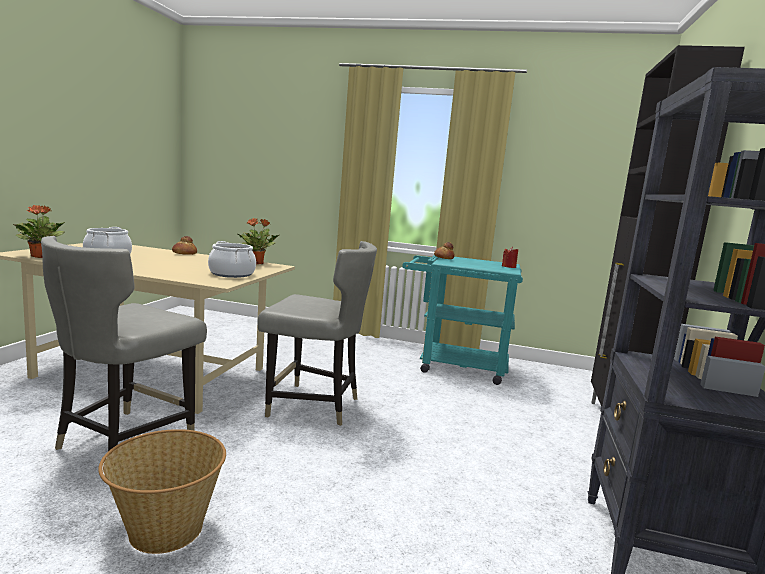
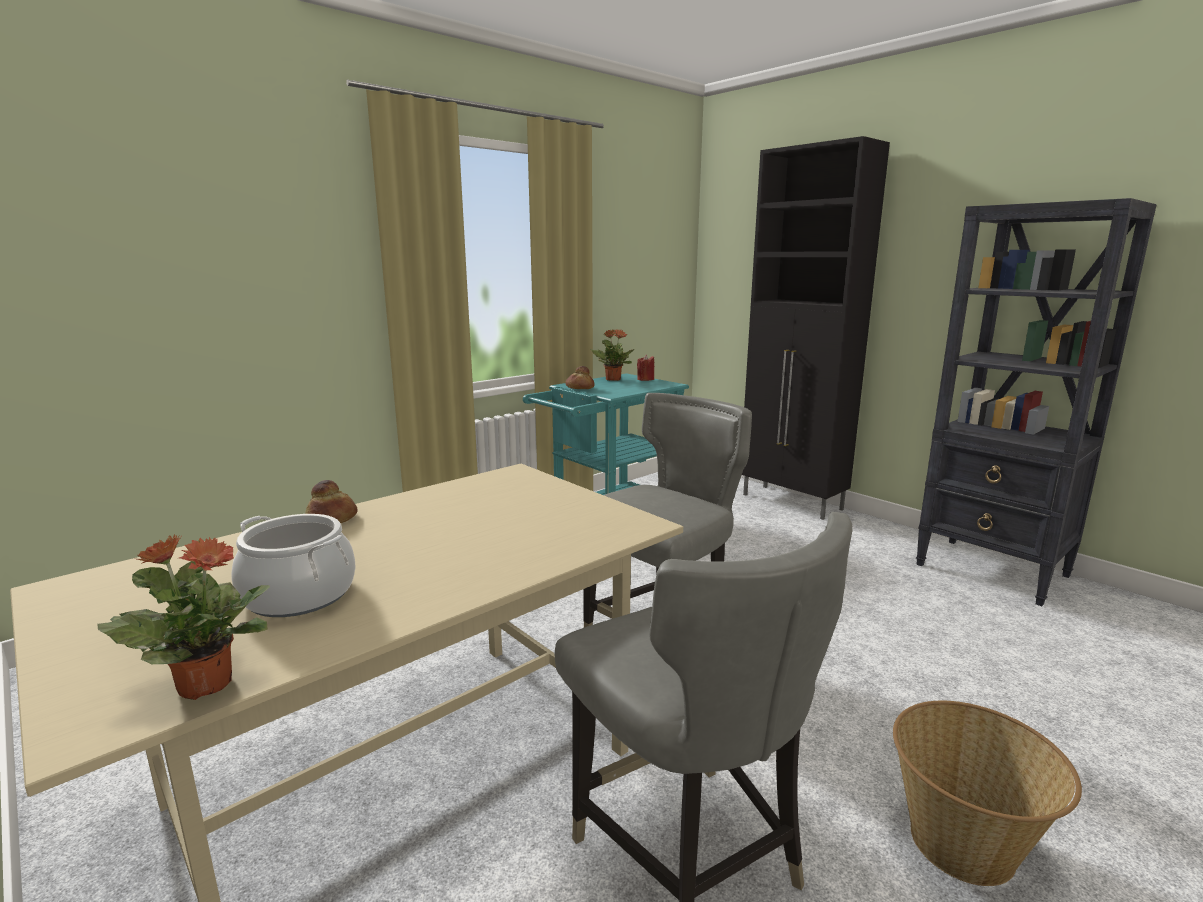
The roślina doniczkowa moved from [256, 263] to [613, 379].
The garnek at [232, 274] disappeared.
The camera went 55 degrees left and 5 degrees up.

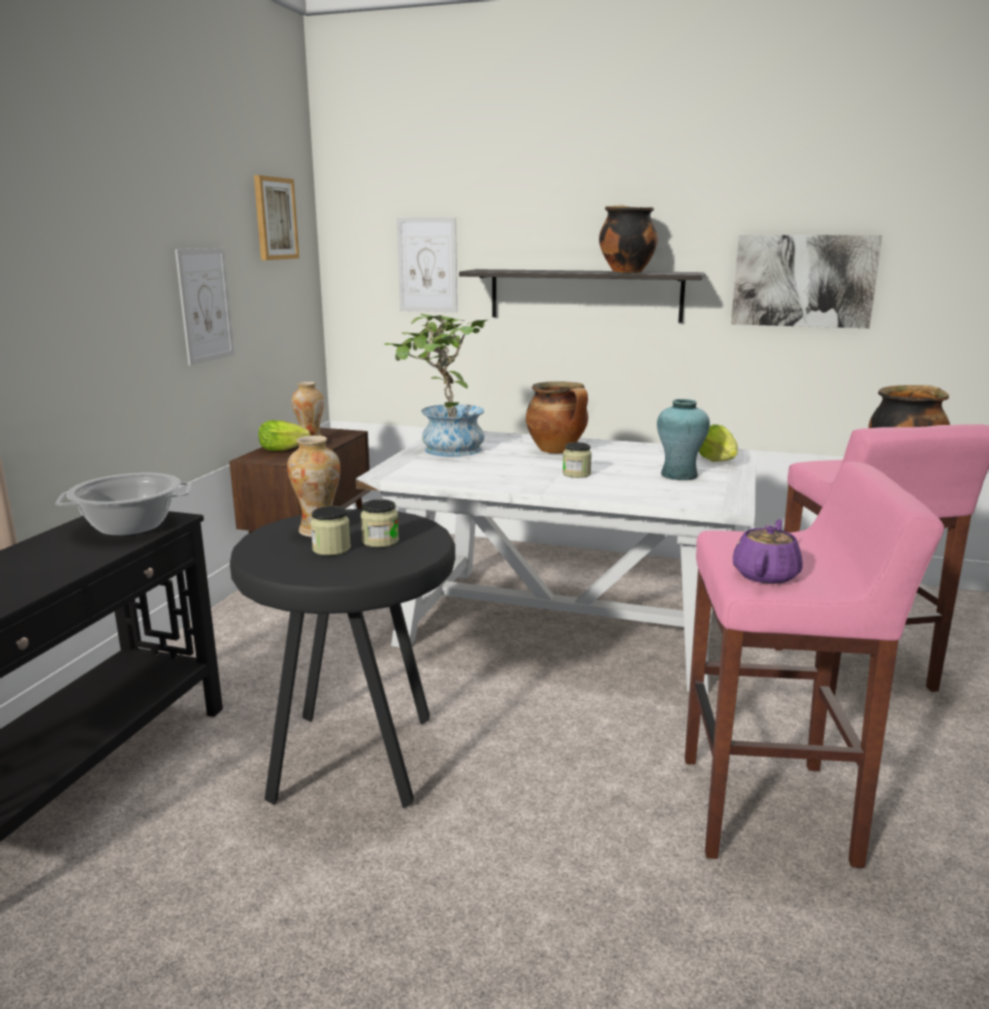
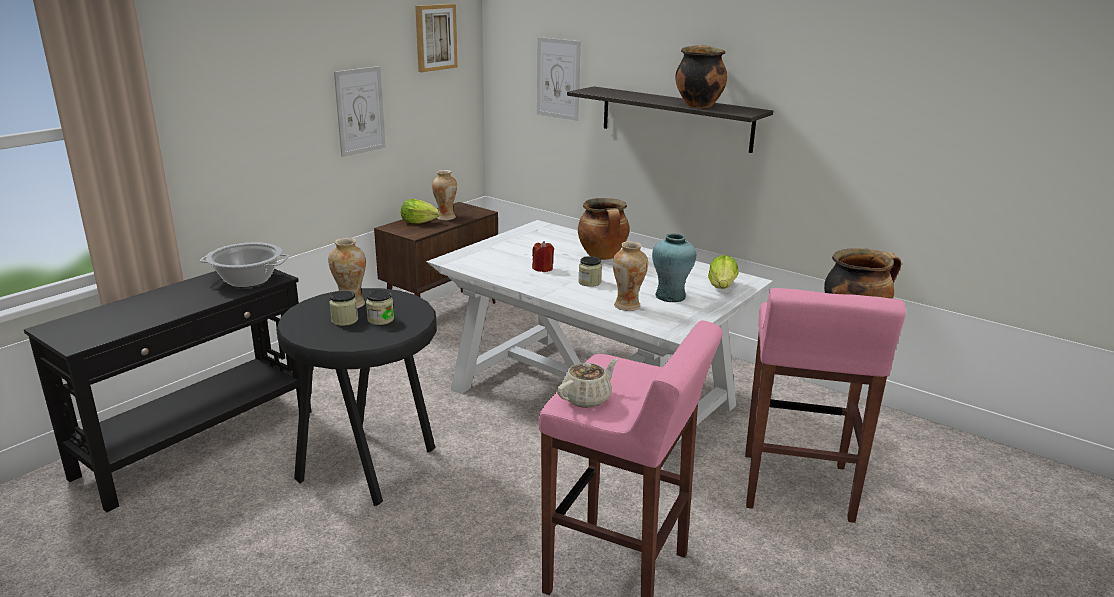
The świeca [czerwony] at [543, 268] appeared.
The imbryk [fioletowy] at [766, 574] became the imbryk [beżowy] at [587, 398].
The wazon at [627, 306] appeared.
The roślina doniczkowa at [444, 450] disappeared.
The obraz at [803, 281] disappeared.
The camera went 20 degrees right and 5 degrees up.

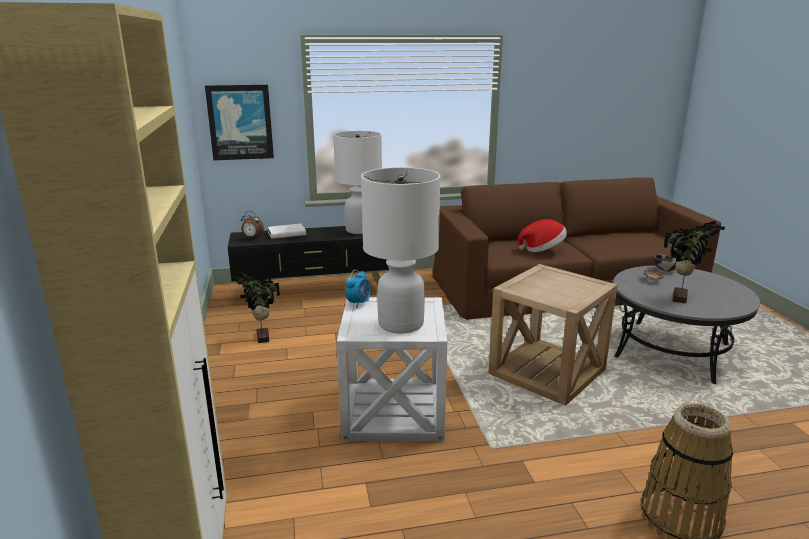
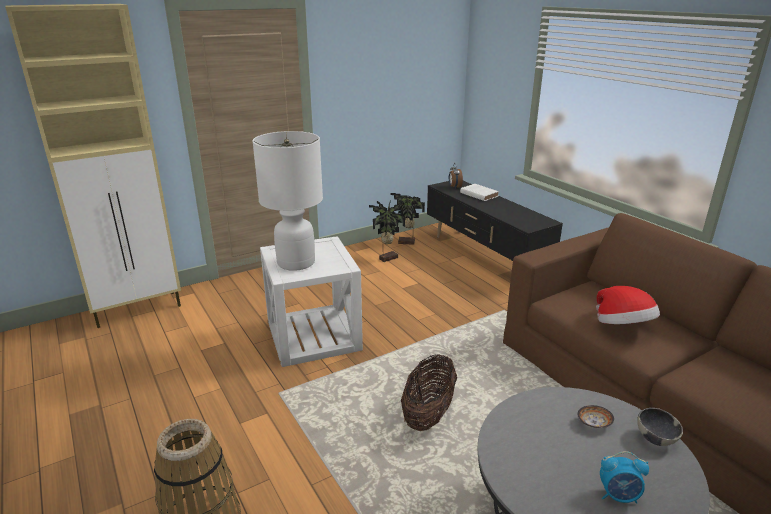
The roślina doniczkowa moved from [681, 298] to [407, 243].
The stolik [beżowy] at [547, 372] was replaced by the koszyk at [428, 413].
The budzik moved from [359, 303] to [618, 496].
The obraz at [240, 122] disappeared.
The lampa stołowa [biały] at [360, 230] disappeared.
The camera went 70 degrees right and 5 degrees up.

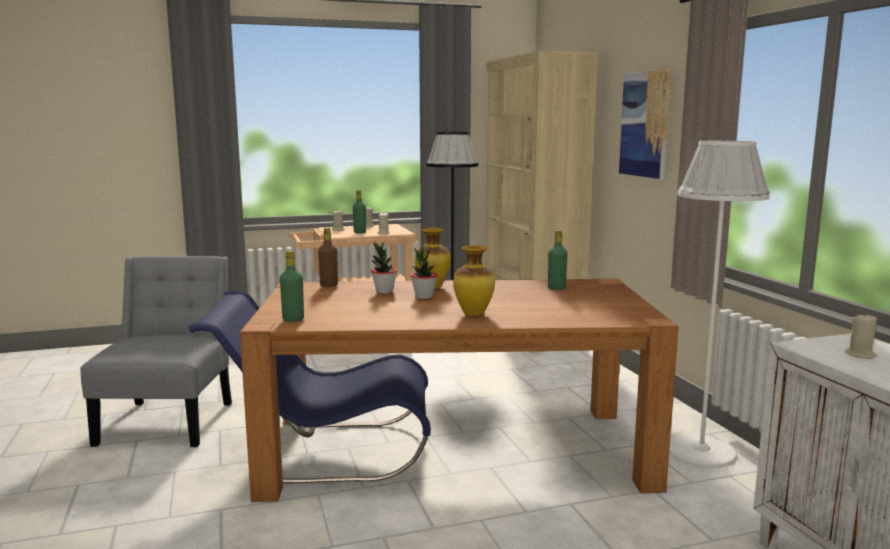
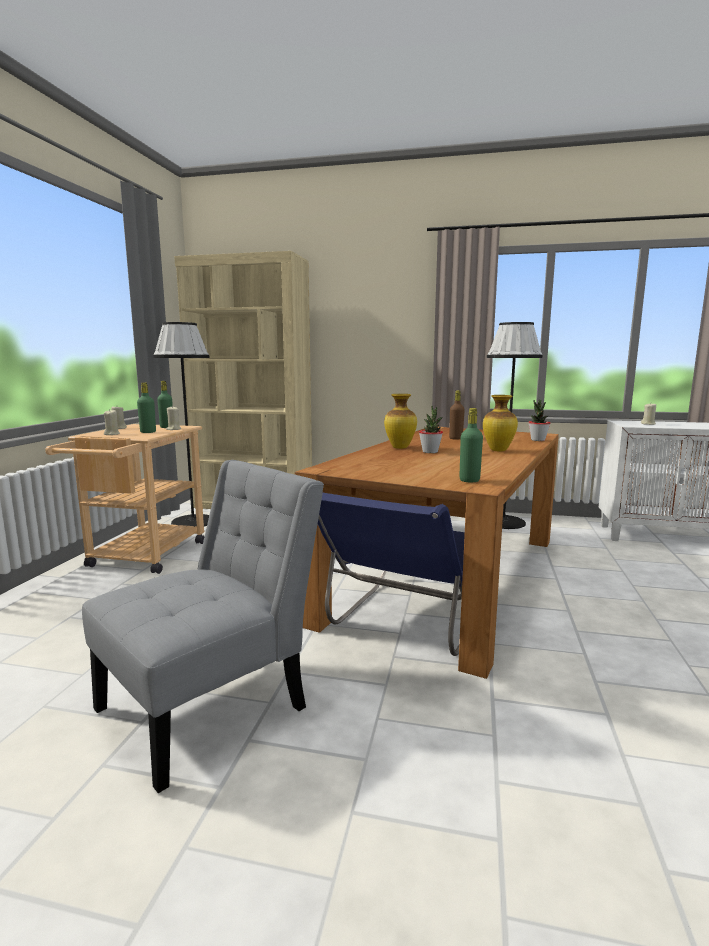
The krzesło [szary] at [170, 420] turned 105 degrees clockwise.
The butelka [zielony] moved from [556, 288] to [167, 427].
The butelka [brązowy] moved from [329, 285] to [455, 438].
The lampa stojąca [biały] at [701, 451] became the lampa stojąca [czarny] at [503, 522].
The roślina doniczkowa moved from [384, 292] to [537, 440].
The obraz at [645, 124] disappeared.
The camera went 60 degrees left and 0 degrees up.

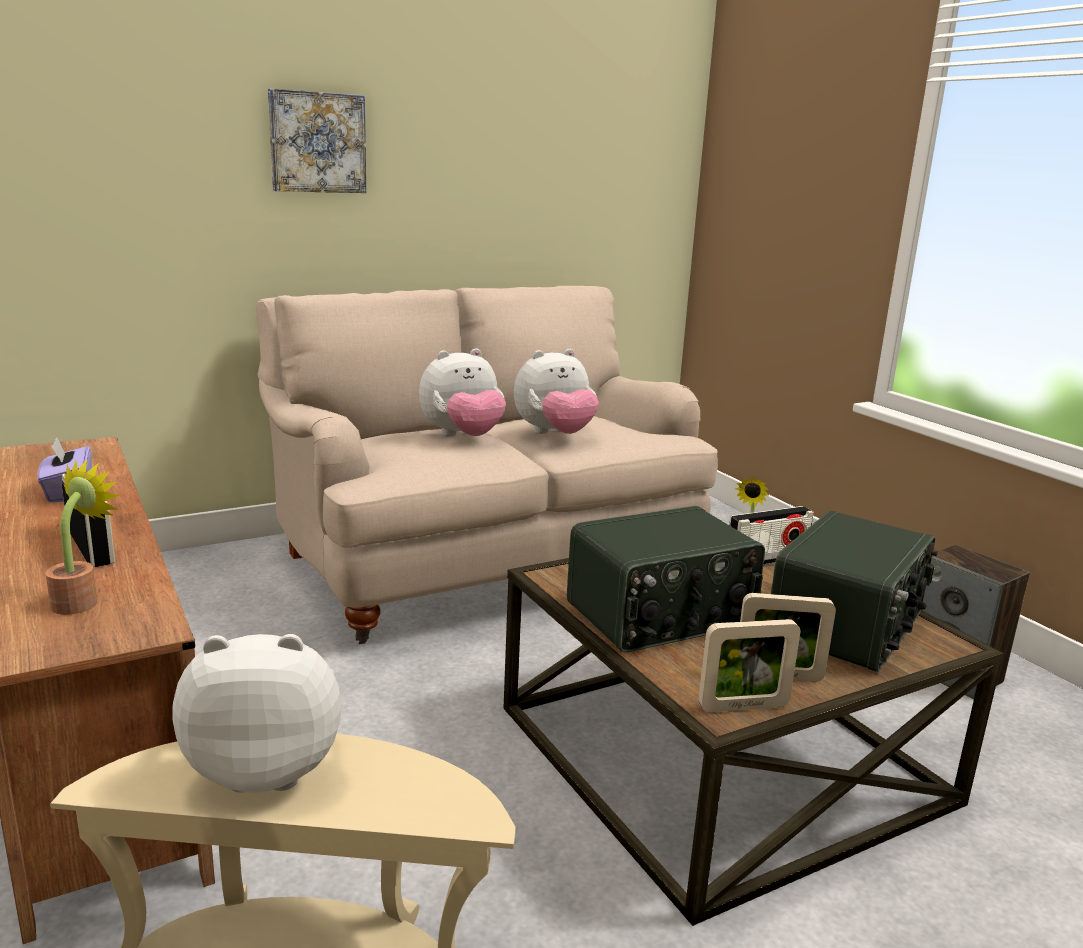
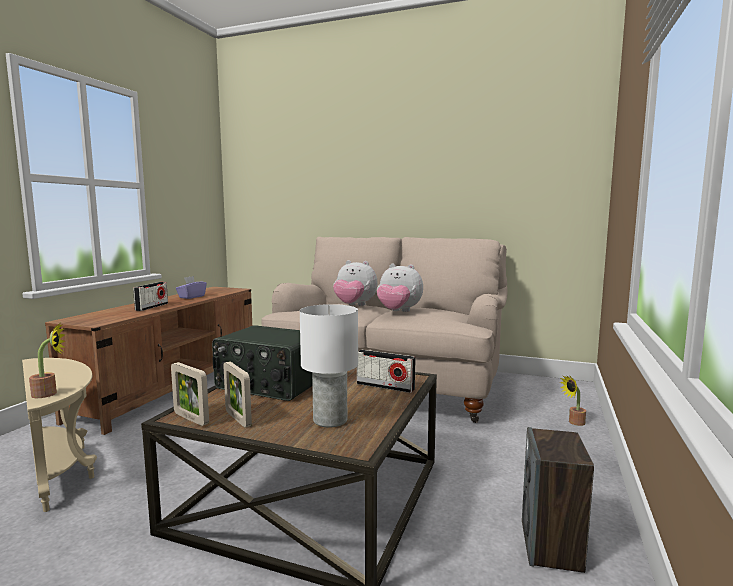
The roślina doniczkowa moved from [81, 600] to [49, 393].
The radio at [848, 626] was replaced by the lampa stołowa [biały] at [331, 420].
The pluszak at [267, 768] disappeared.
The obraz at [317, 142] disappeared.
The camera went 50 degrees right and 10 degrees down.

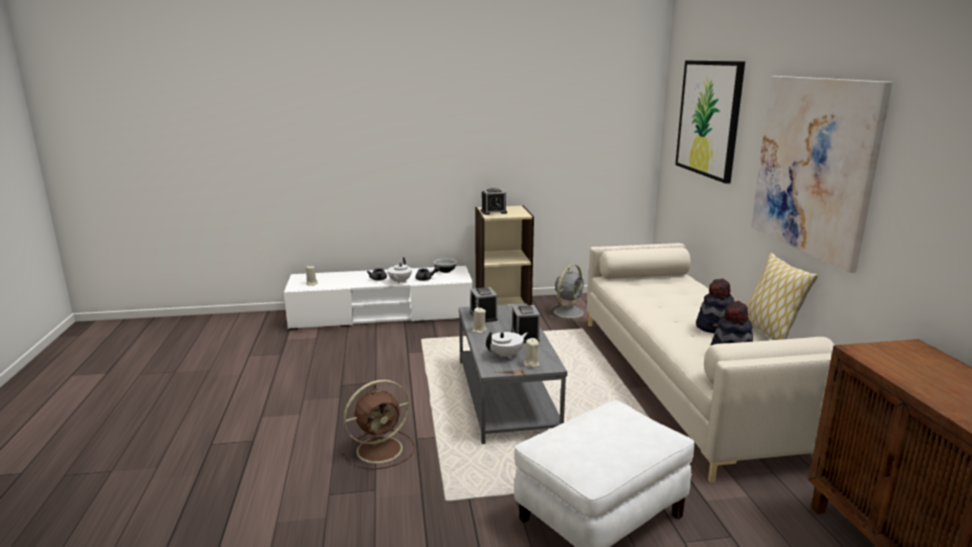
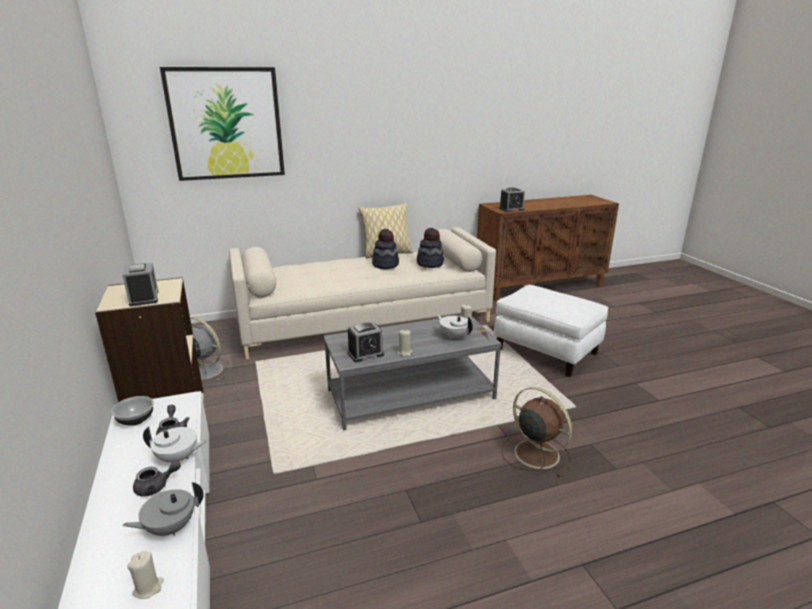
The imbryk [szary] at [170, 528] appeared.
The budzik moved from [525, 336] to [511, 209].
The obraz at [813, 166] disappeared.
The camera went 100 degrees left and 5 degrees up.

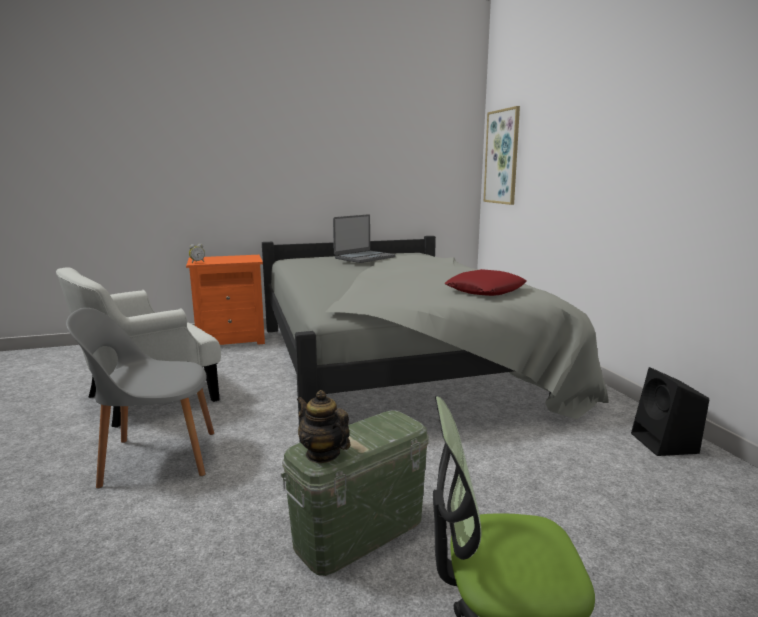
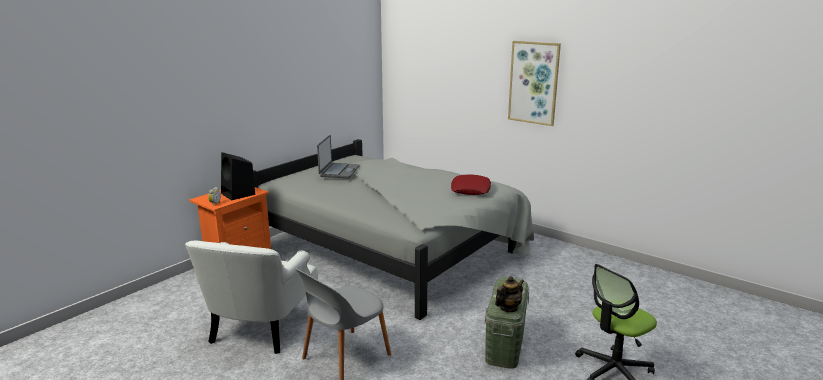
The głośnik [czarny] moved from [665, 444] to [239, 194].
The imbryk at [323, 454] turned 135 degrees clockwise.
The obraz moved from [502, 157] to [533, 83].
The camera went 35 degrees left and 5 degrees up.

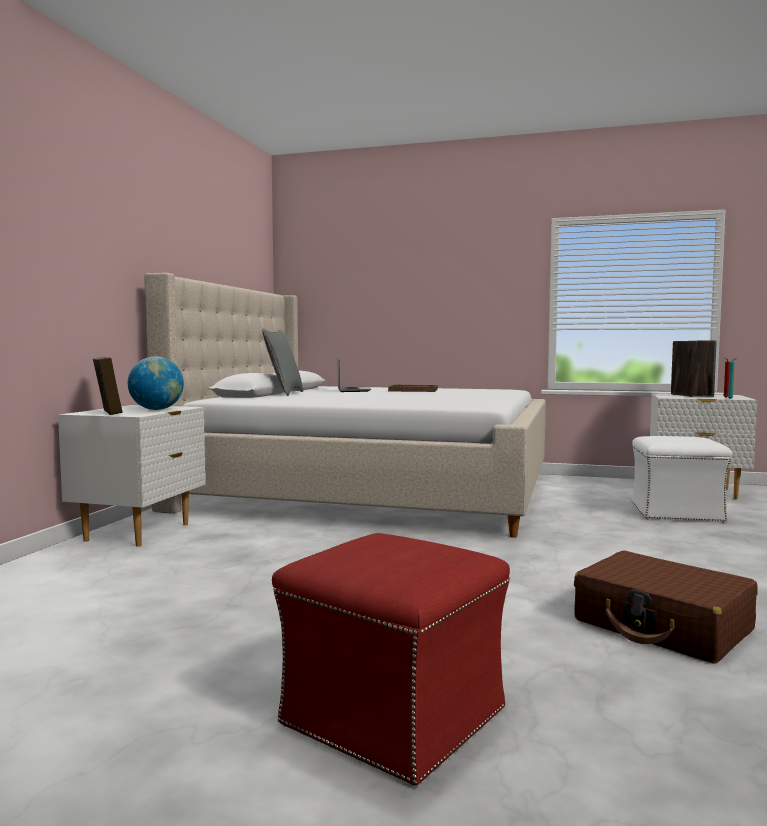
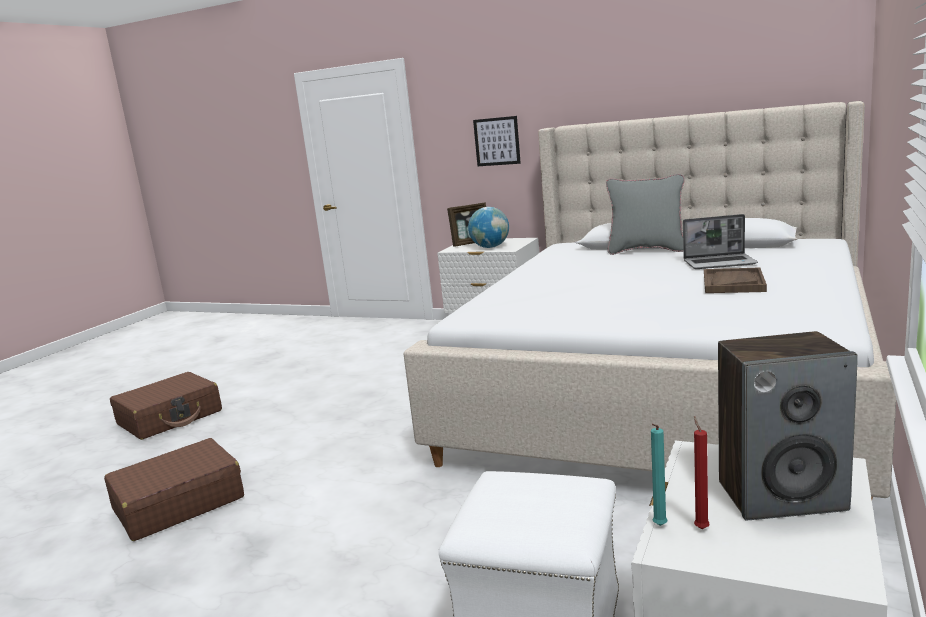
The pufa [czerwony] at [391, 716] was replaced by the walizka [brązowy] at [170, 418].
The obraz at [497, 141] appeared.
The camera went 100 degrees right and 10 degrees up.

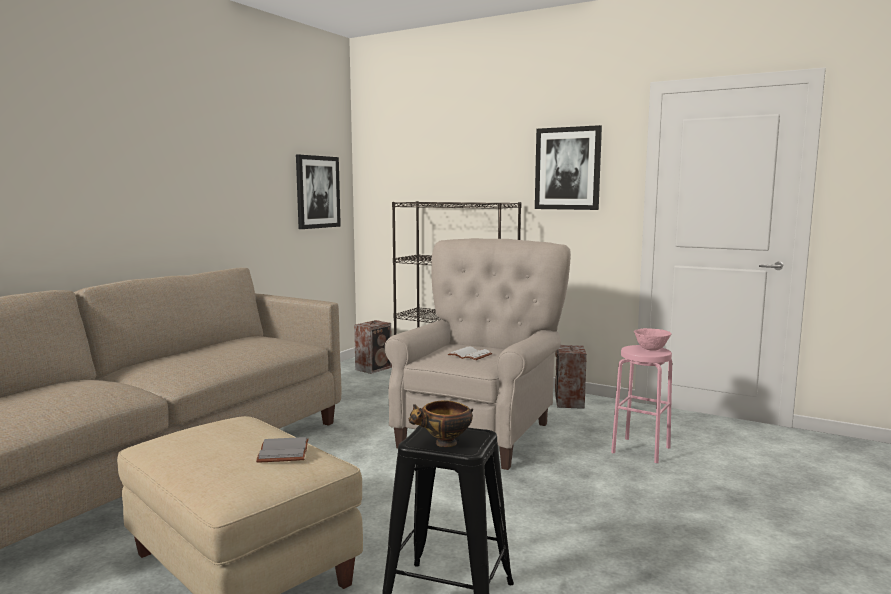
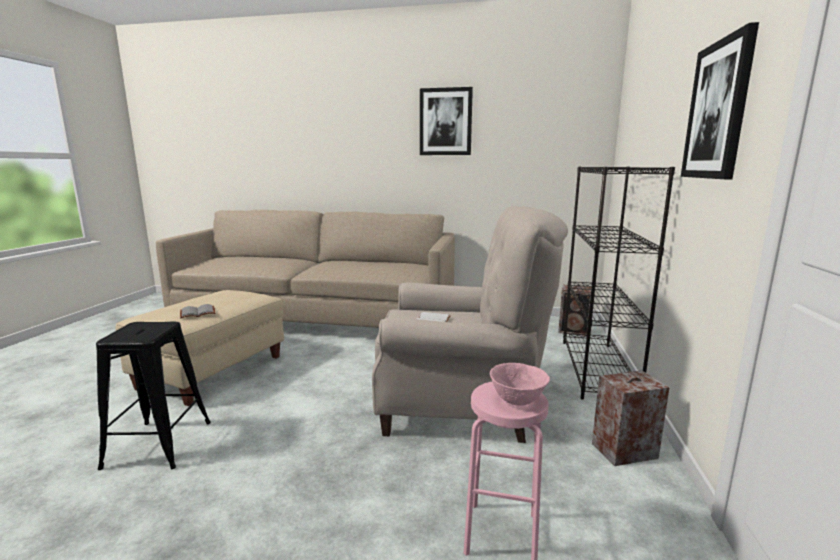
The obraz moved from [317, 192] to [445, 122].
The miska at [444, 444] disappeared.
The camera went 70 degrees right and 5 degrees up.

